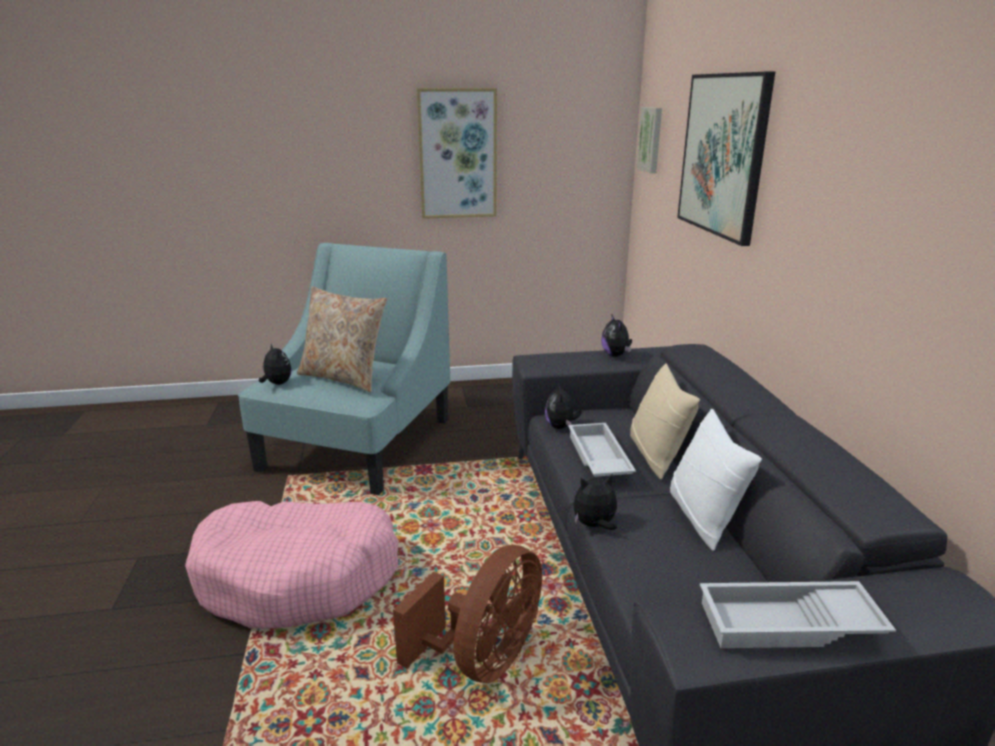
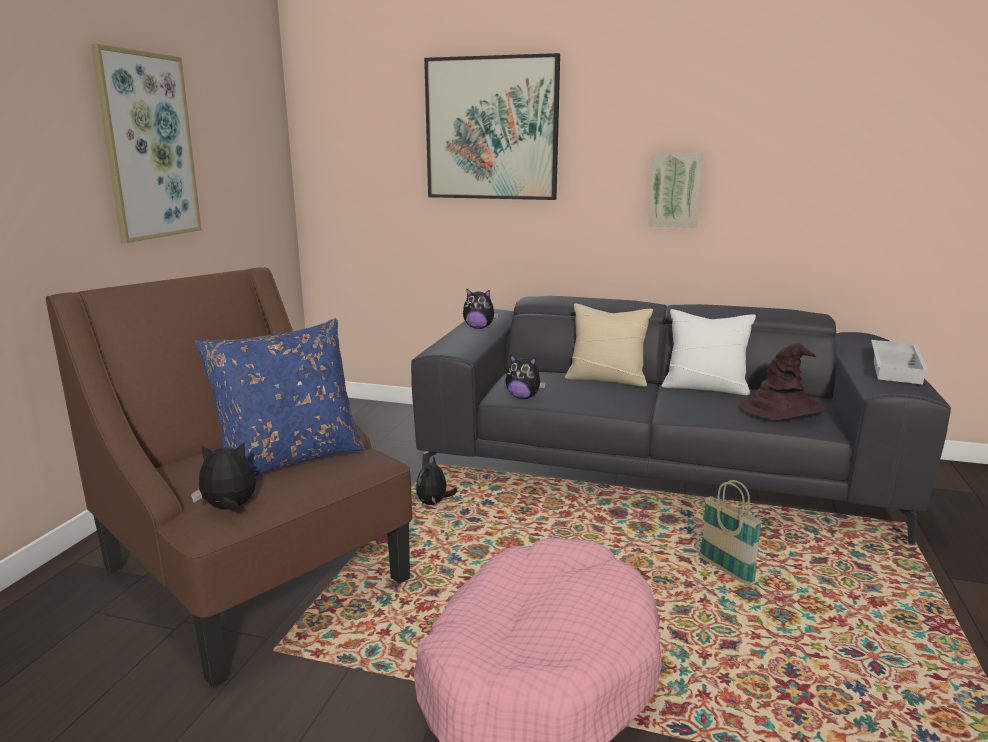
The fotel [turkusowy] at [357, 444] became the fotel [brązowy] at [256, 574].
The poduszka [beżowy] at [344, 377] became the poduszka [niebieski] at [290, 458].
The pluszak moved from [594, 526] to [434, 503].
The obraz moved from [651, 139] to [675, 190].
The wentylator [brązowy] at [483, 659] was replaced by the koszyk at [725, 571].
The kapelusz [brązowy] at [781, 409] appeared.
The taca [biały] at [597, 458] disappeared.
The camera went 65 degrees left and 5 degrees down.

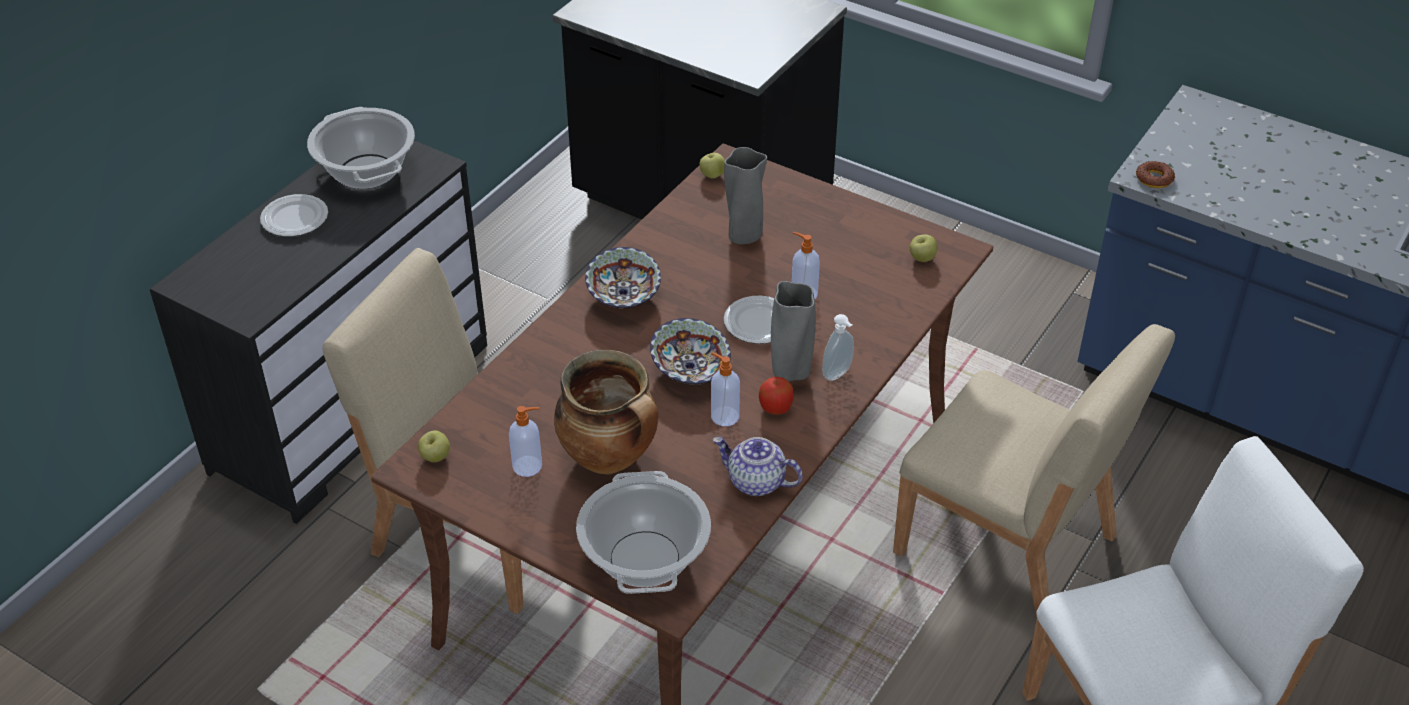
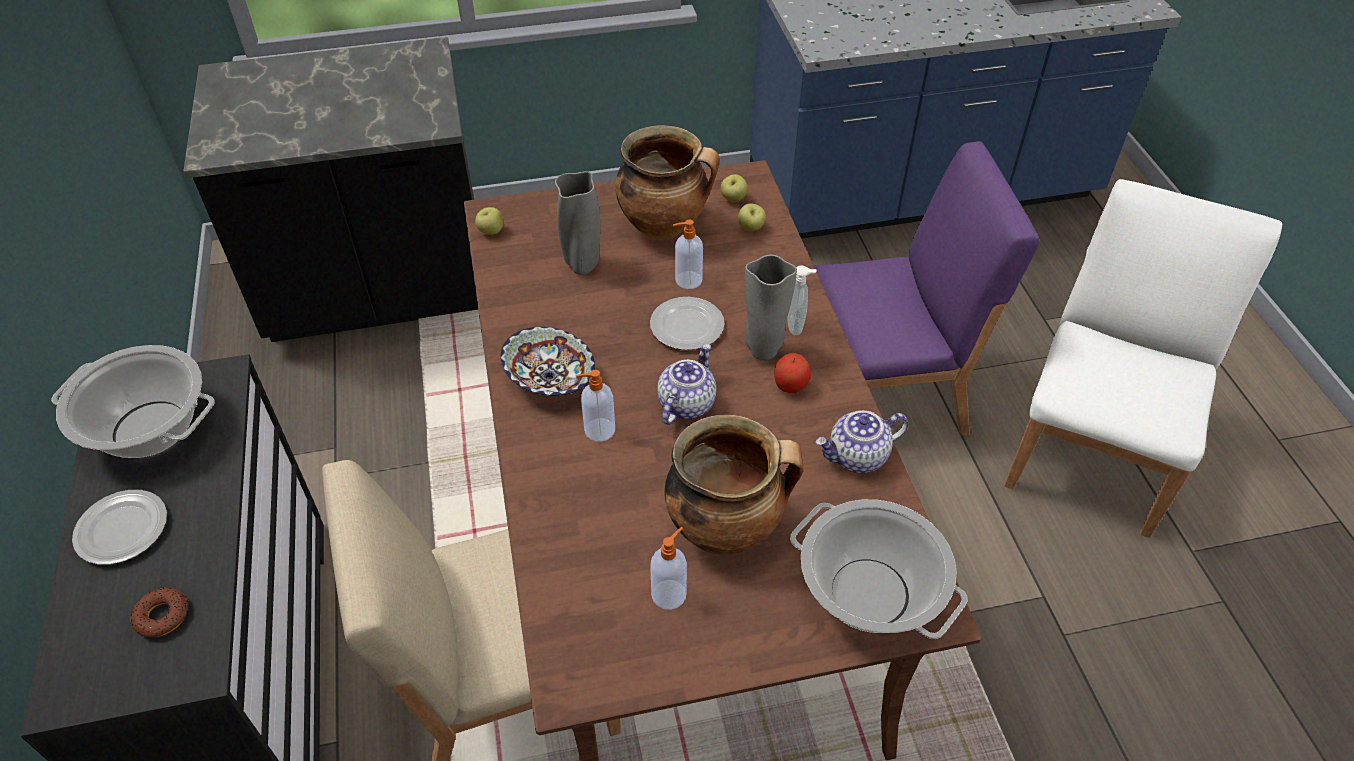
The donut moved from [1154, 179] to [162, 616].
The dozownik mydła moved from [724, 416] to [598, 430].
The garnek at [665, 226] appeared.
The miska at [689, 370] was replaced by the imbryk at [686, 403].
The jabłko moved from [435, 457] to [751, 228].
The krzesło [beżowy] at [1007, 547] became the krzesło [fioletowy] at [878, 394].
The camera went 45 degrees left and 5 degrees up.

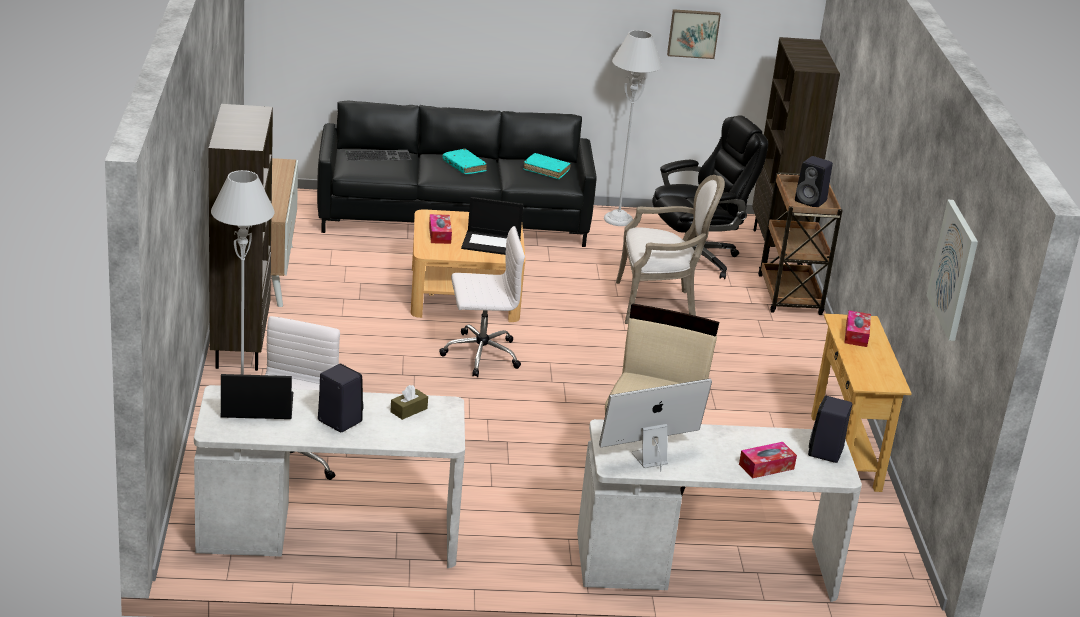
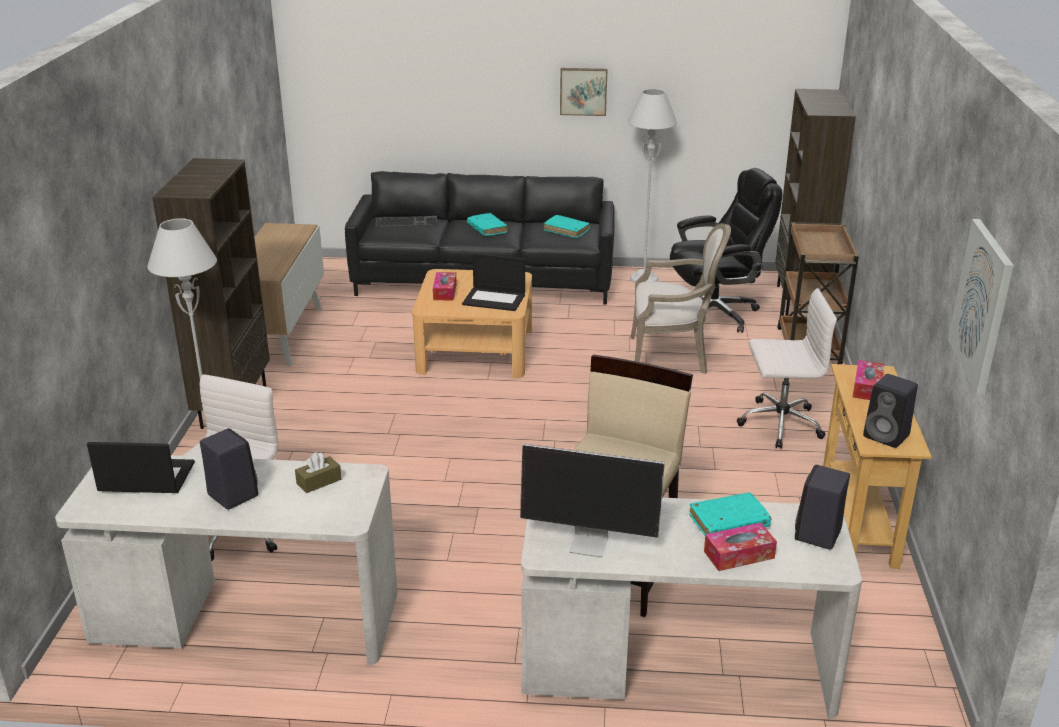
The monitor at [648, 458] turned 150 degrees counterclockwise.
The obraz moved from [693, 33] to [583, 91].
The książka [turkusowy] at [729, 523] appeared.
The krzesło biurowe [biały] moved from [479, 354] to [779, 424].
The głośnik [czarny] moved from [811, 201] to [887, 436].
The camera went 10 degrees right and 0 degrees up.

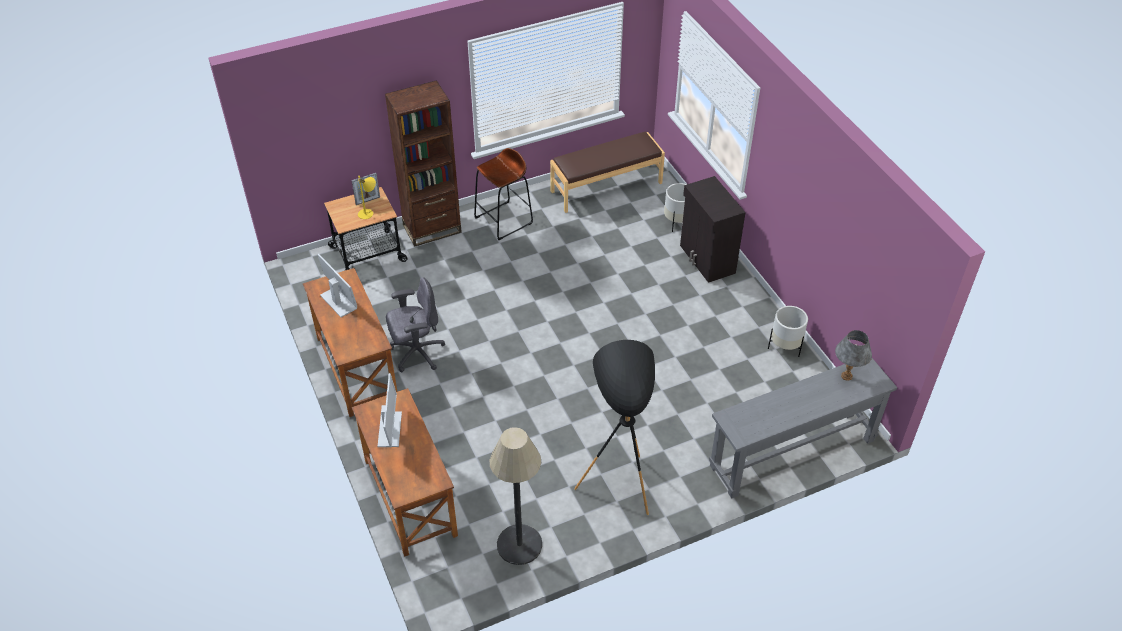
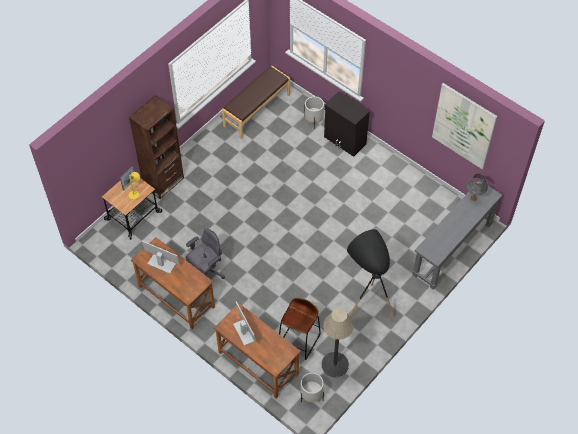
The stołek [brązowy] moved from [504, 220] to [299, 340].
The donica [biały] moved from [785, 346] to [311, 395].
The obraz at [464, 126] appeared.
The camera went 25 degrees left and 10 degrees up.

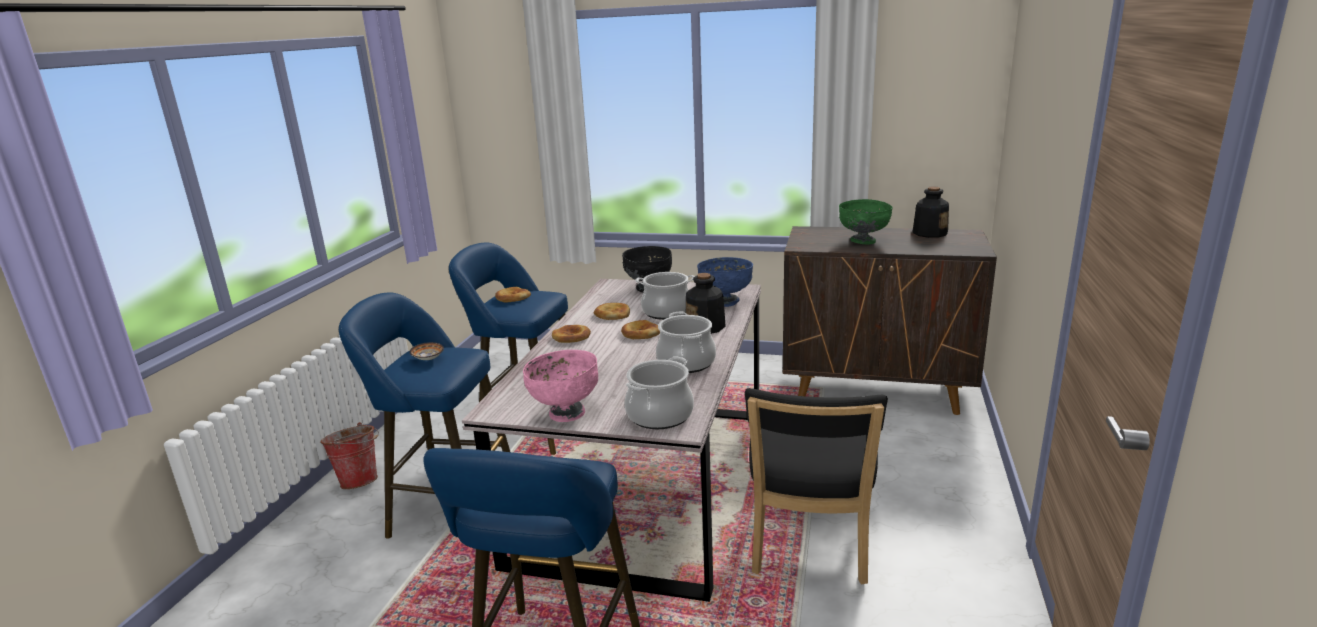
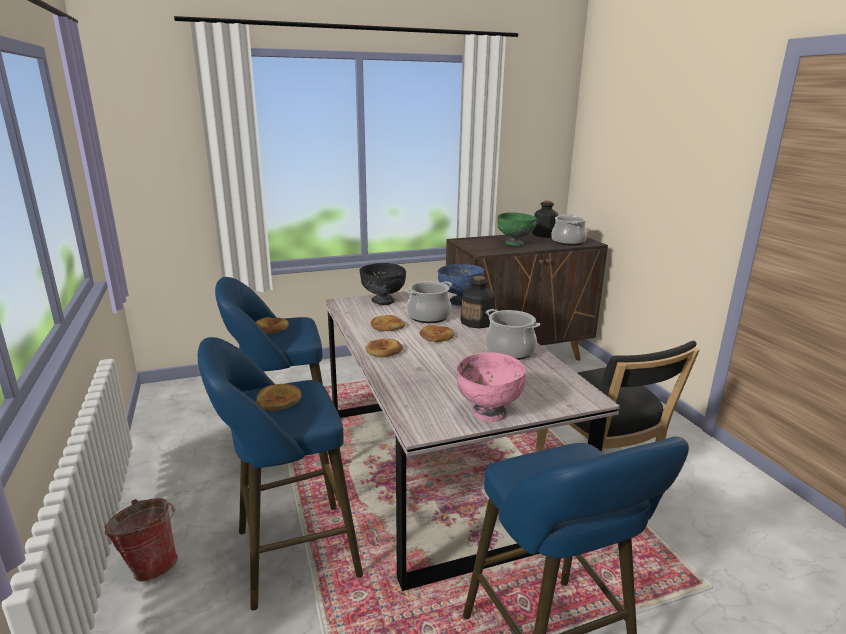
The miska at [428, 359] was replaced by the chleb at [279, 400].
The garnek moved from [659, 415] to [568, 242].
The camera went 35 degrees left and 0 degrees up.

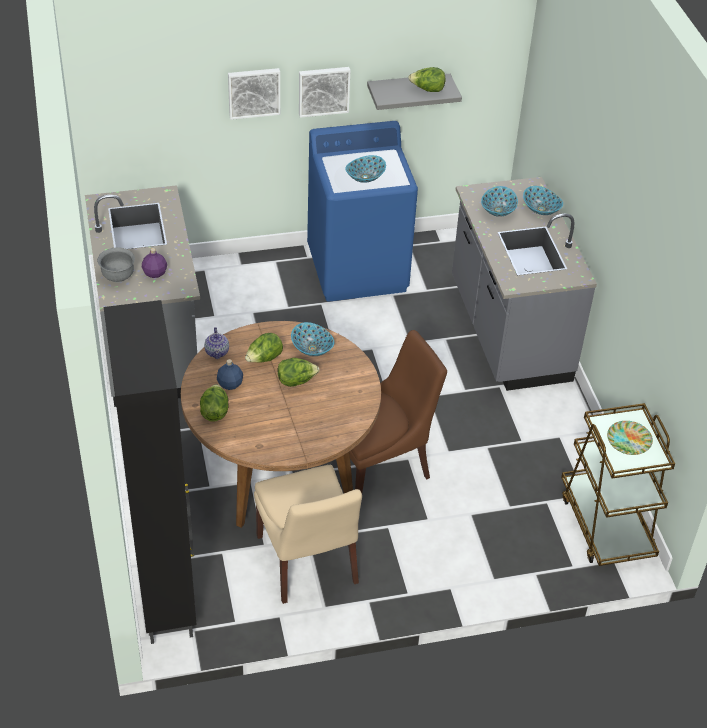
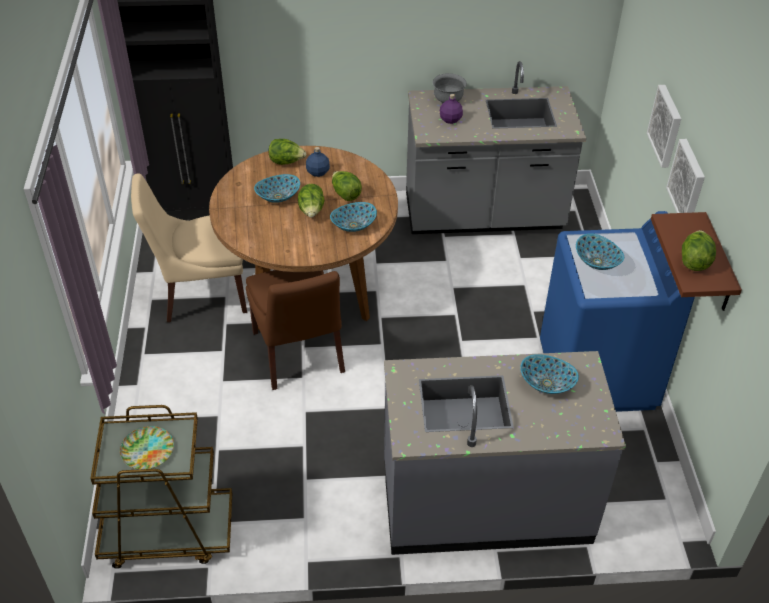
The miska moved from [541, 209] to [278, 197].
The półka [szary] at [408, 91] became the półka [brązowy] at [717, 266].
The imbryk at [217, 352] disappeared.
The camera went 100 degrees right and 0 degrees up.

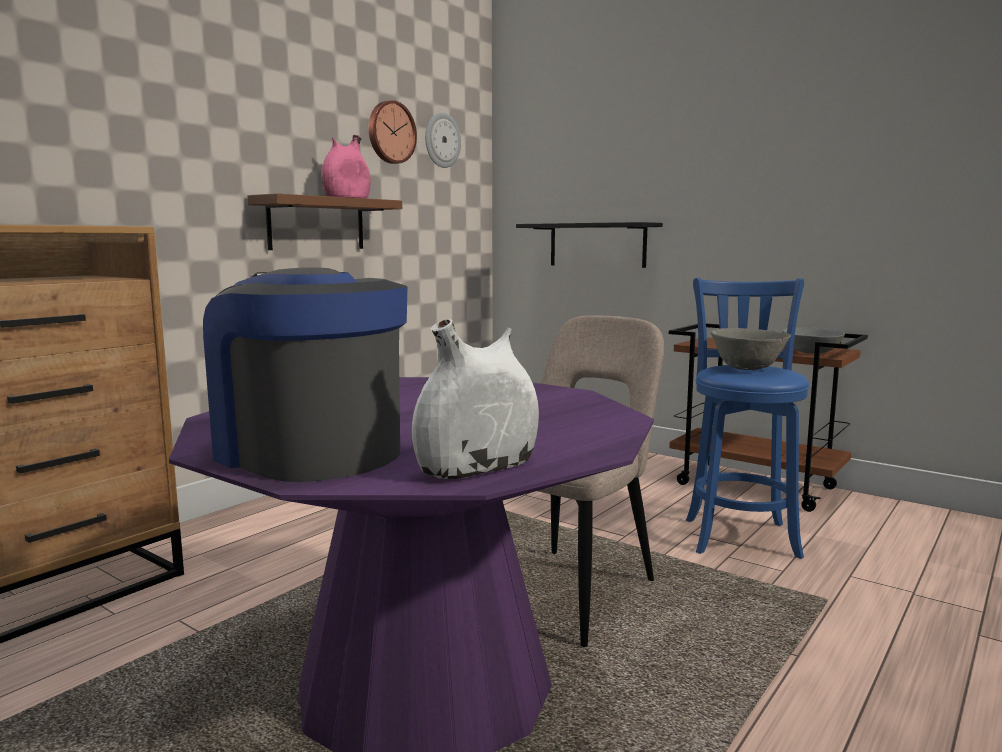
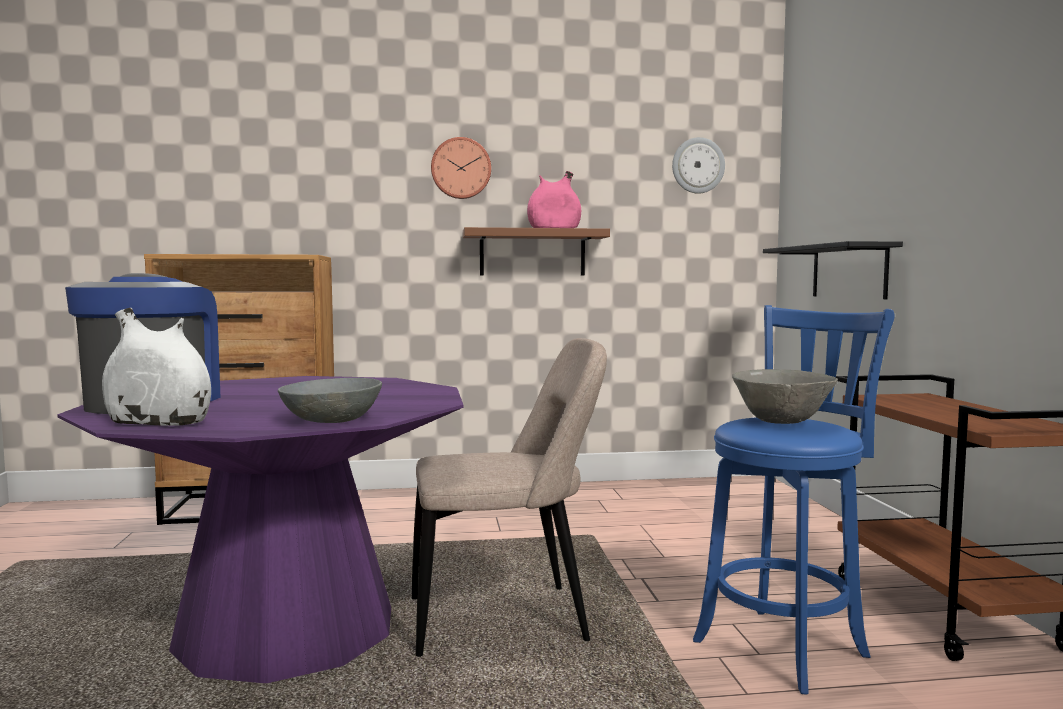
The miska [szary] moved from [811, 352] to [332, 420].
The zegar ścienny moved from [390, 132] to [461, 168].
The camera went 45 degrees right and 5 degrees down.

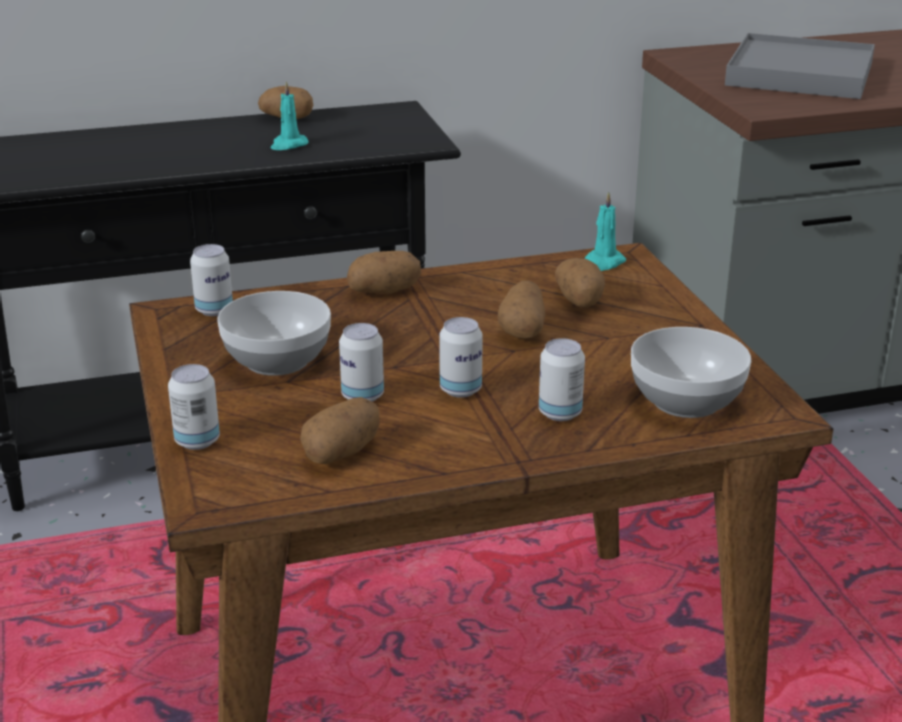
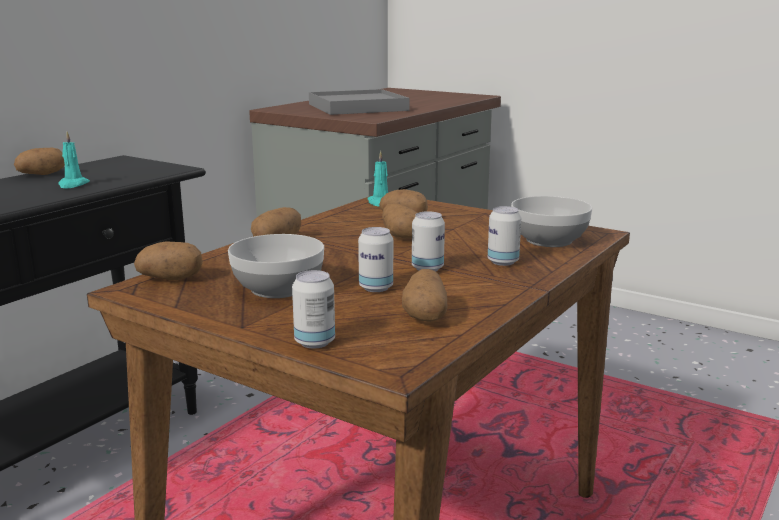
The puszka at [214, 310] was replaced by the ziemniak at [171, 278].
The camera went 40 degrees left and 10 degrees down.

